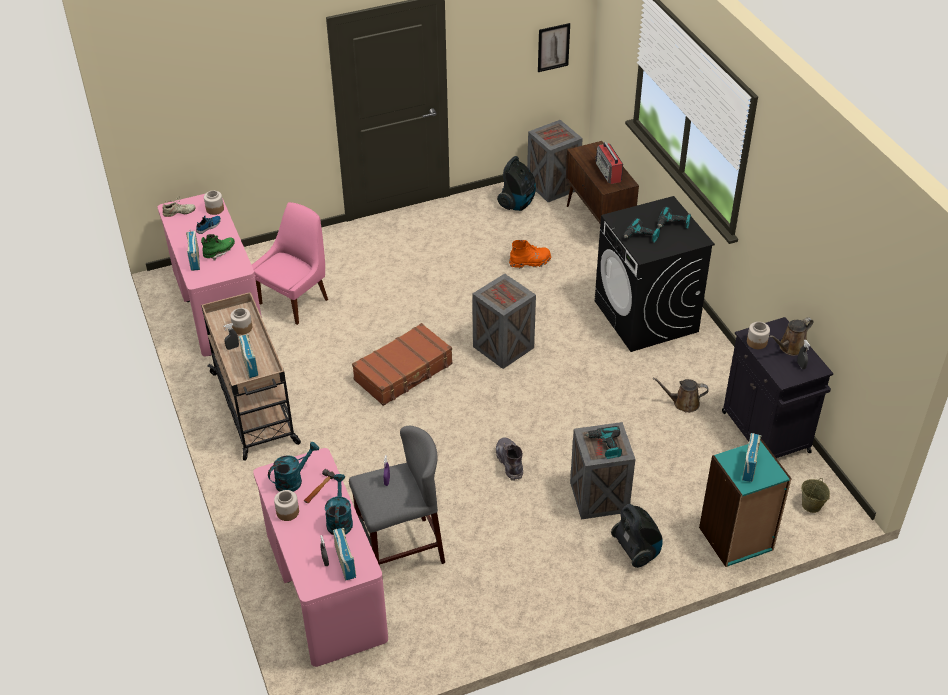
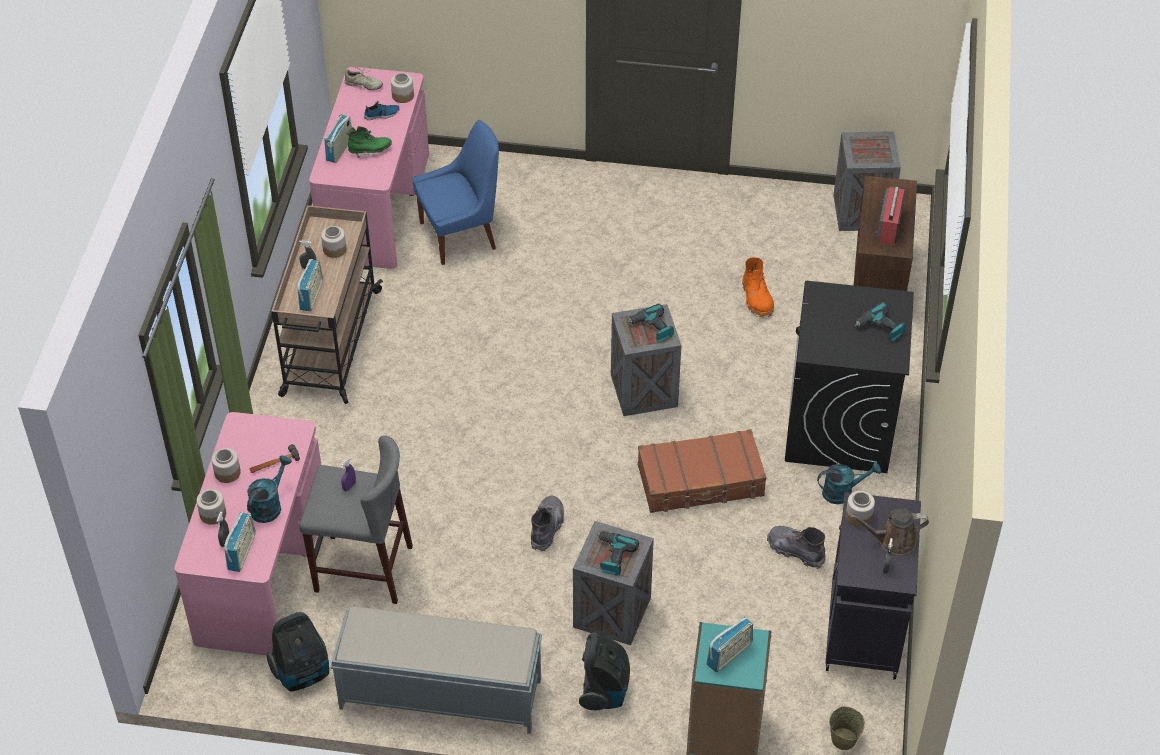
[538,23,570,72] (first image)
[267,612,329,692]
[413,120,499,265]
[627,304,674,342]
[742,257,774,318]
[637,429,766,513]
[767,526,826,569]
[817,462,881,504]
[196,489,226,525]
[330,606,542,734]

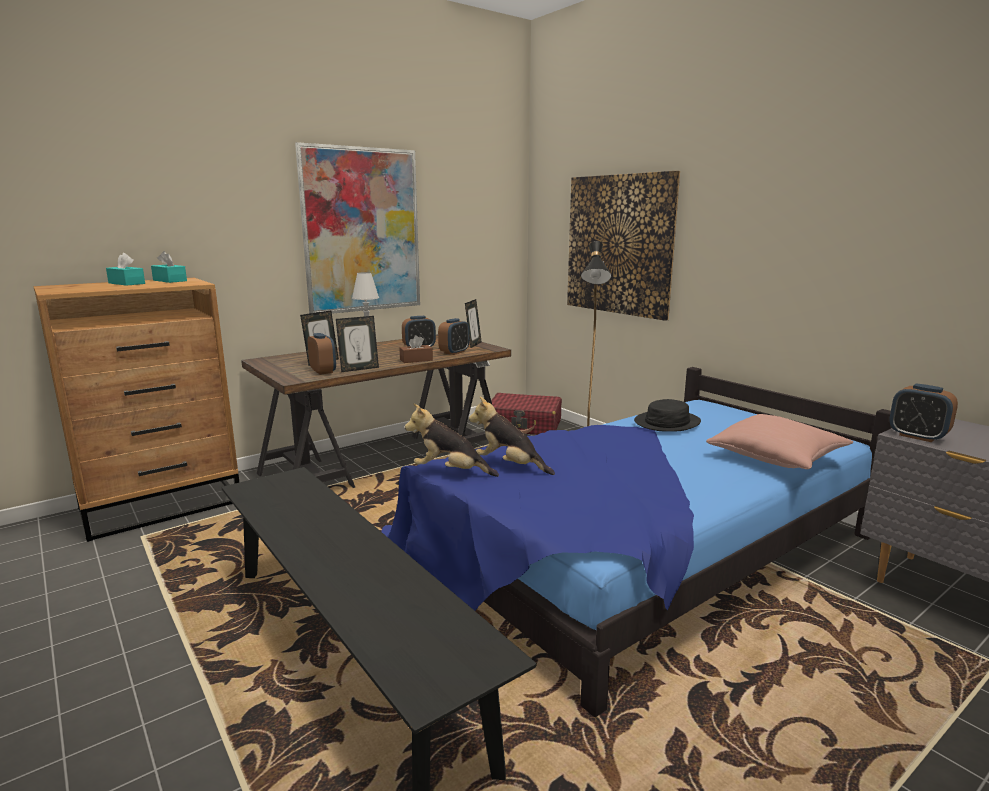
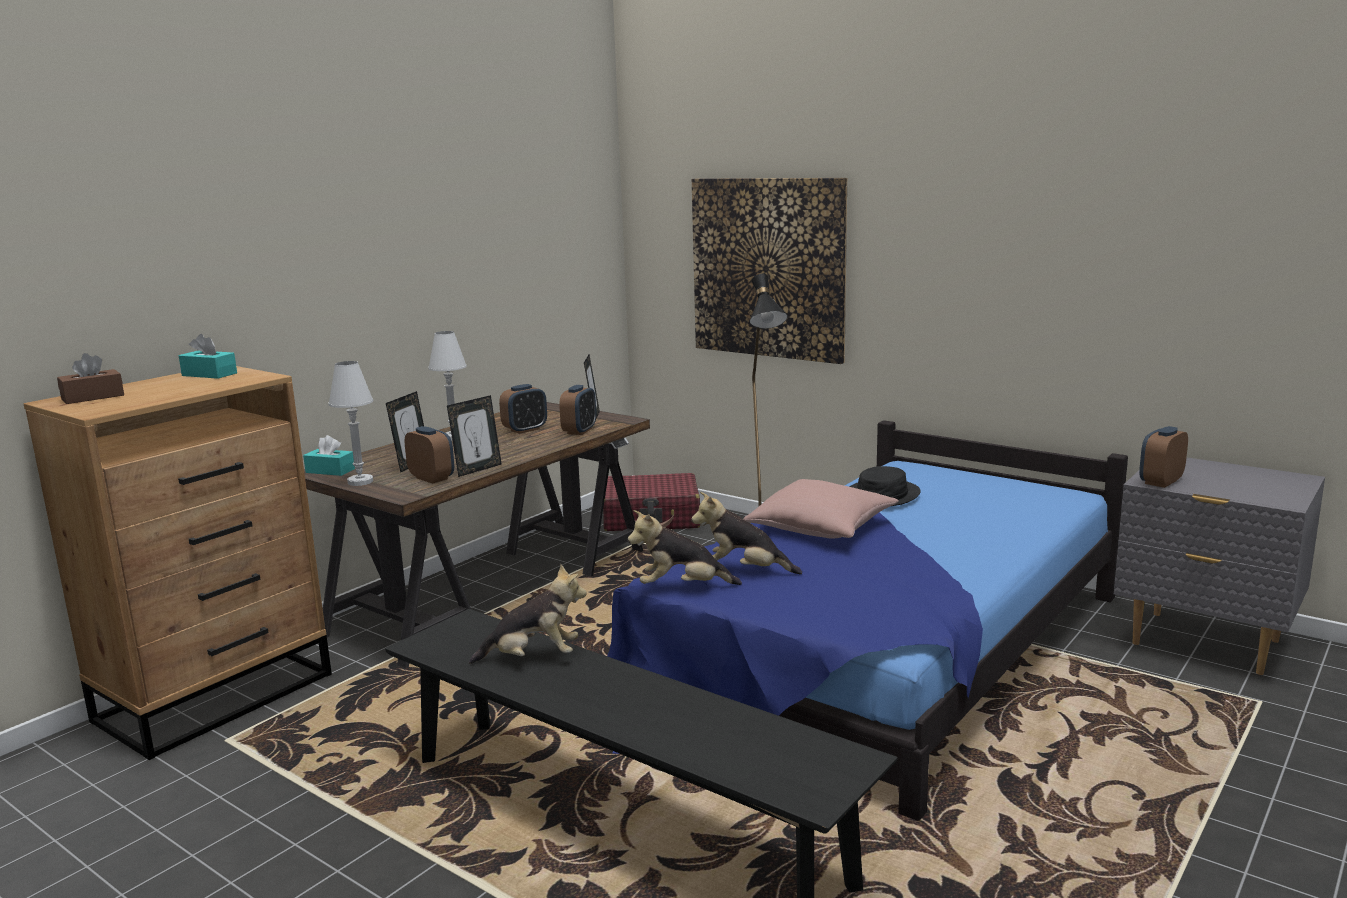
[295,142,420,314] (first image)
[303,435,355,476]
[57,353,124,404]
[1139,426,1188,488]
[743,479,899,539]
[328,361,374,486]
[469,564,587,664]

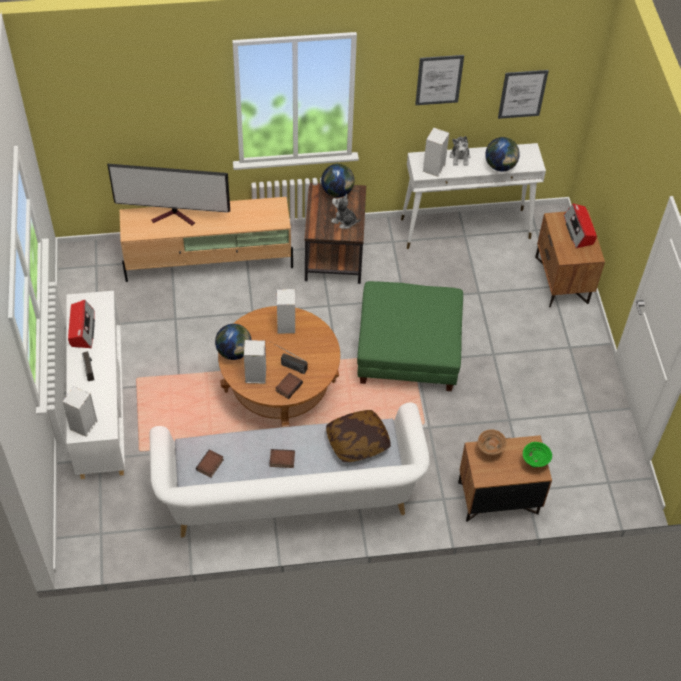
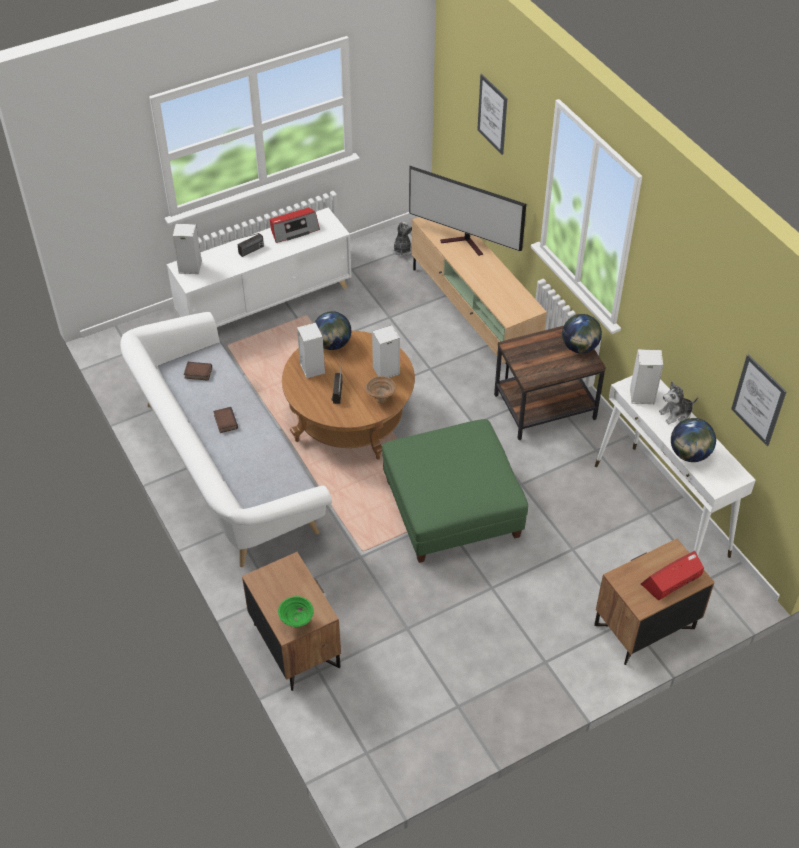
[477,74,507,155]
[409,165,526,256]
[392,222,412,256]
[276,372,303,399] (first image)
[326,410,391,462] (first image)
[365,376,396,403]

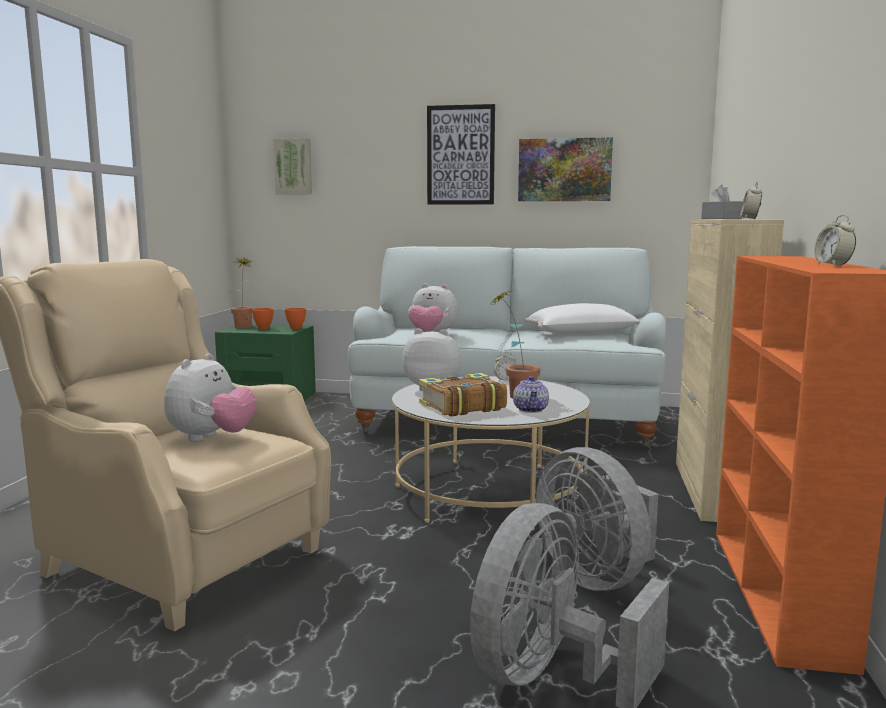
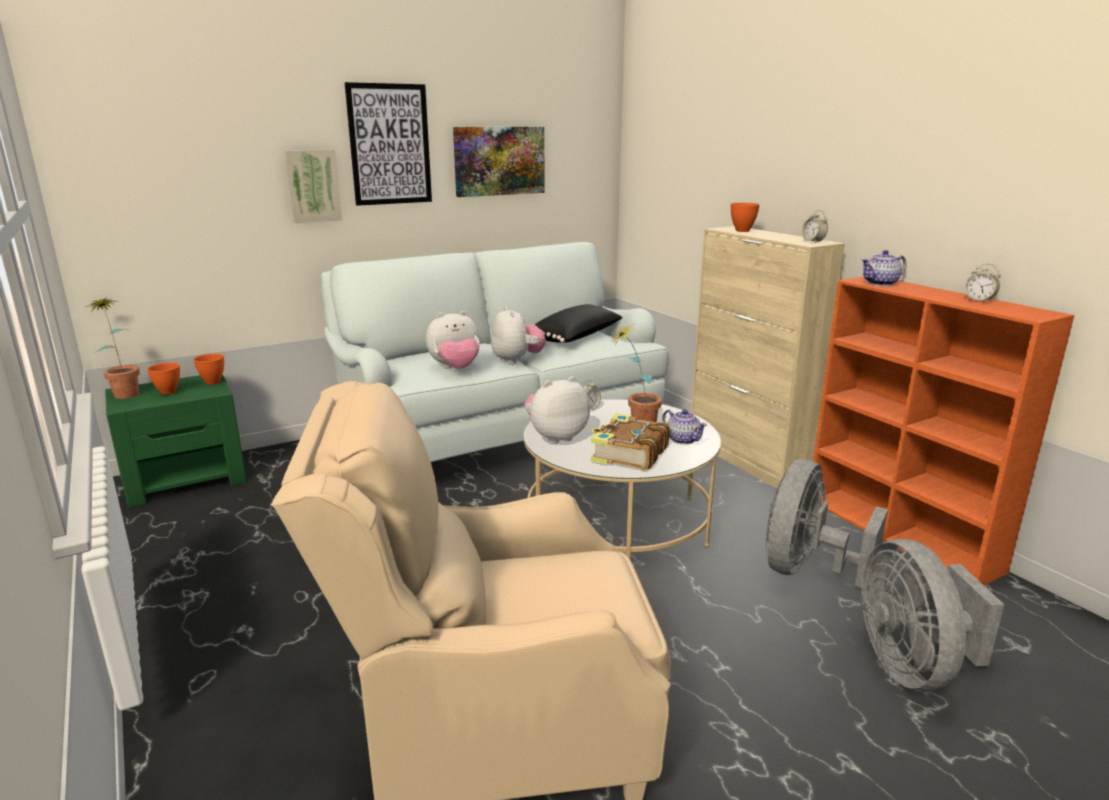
[285,149,342,223]
[731,203,760,232]
[535,304,623,343]
[491,306,546,364]
[766,459,888,588]
[861,250,906,286]

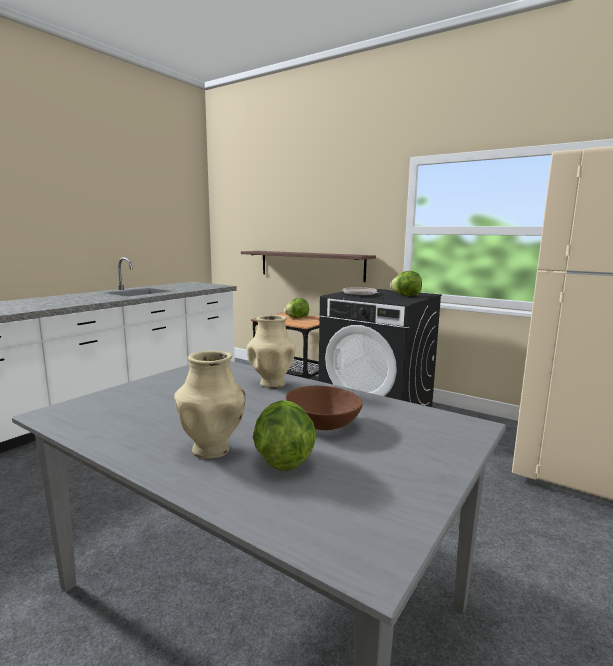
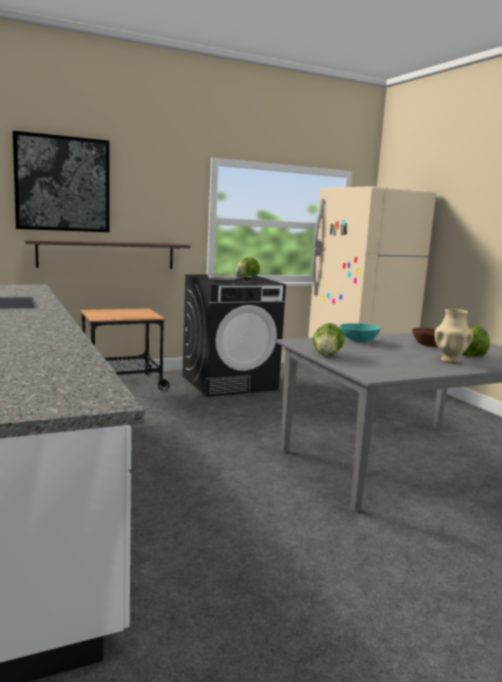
[313,323,344,356]
[340,323,381,342]
[12,131,109,232]

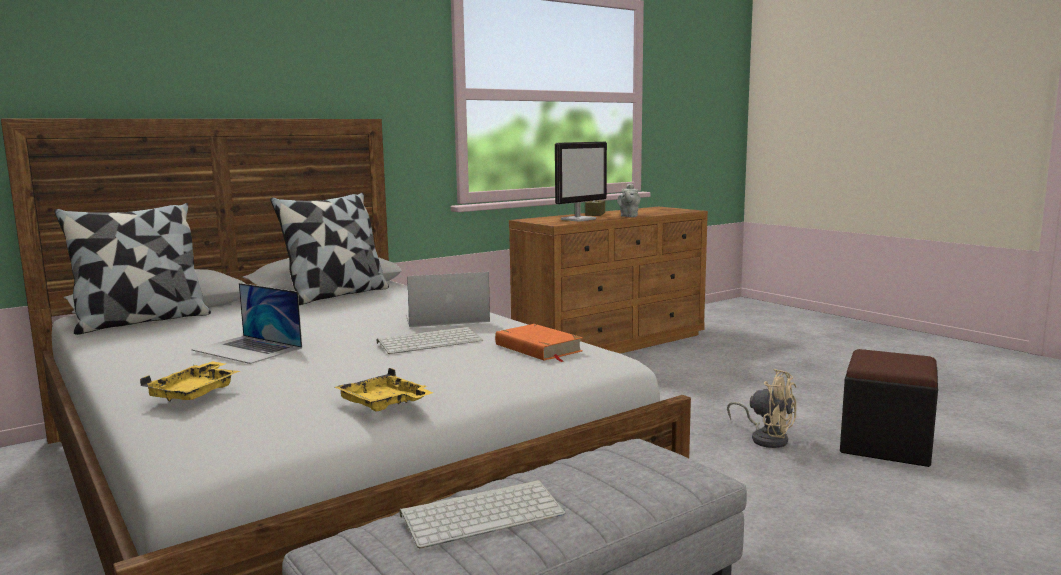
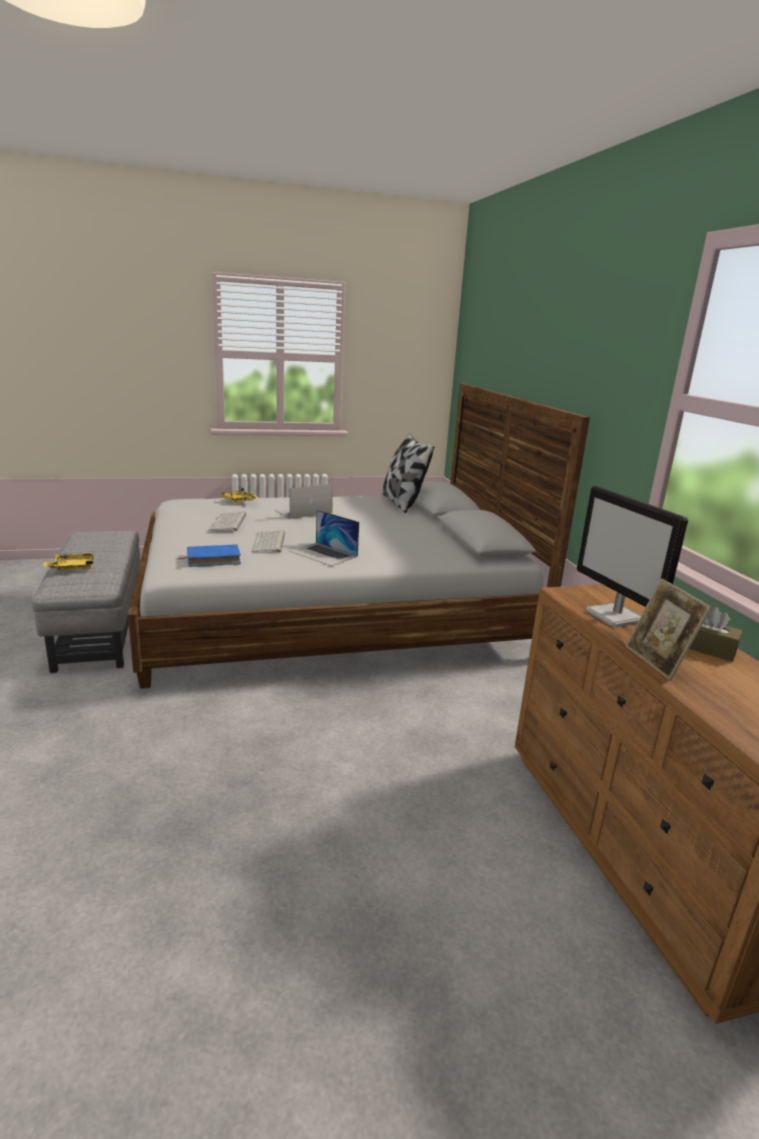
[625,578,712,680]
[270,192,389,305] (first image)
[290,510,359,566]
[179,544,241,567]
[840,349,938,467] (first image)
[43,553,93,570]
[727,369,796,448] (first image)
[210,512,246,531]

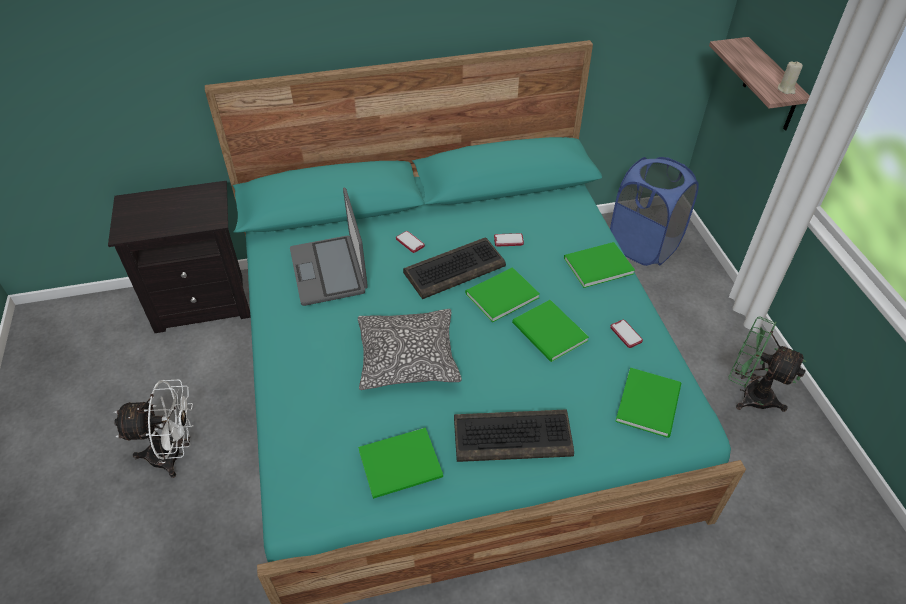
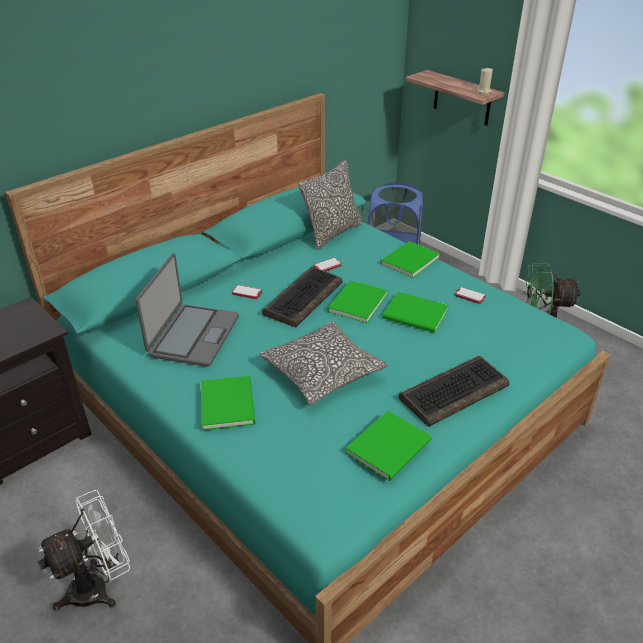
[135,253,239,367]
[200,376,255,430]
[299,160,362,250]

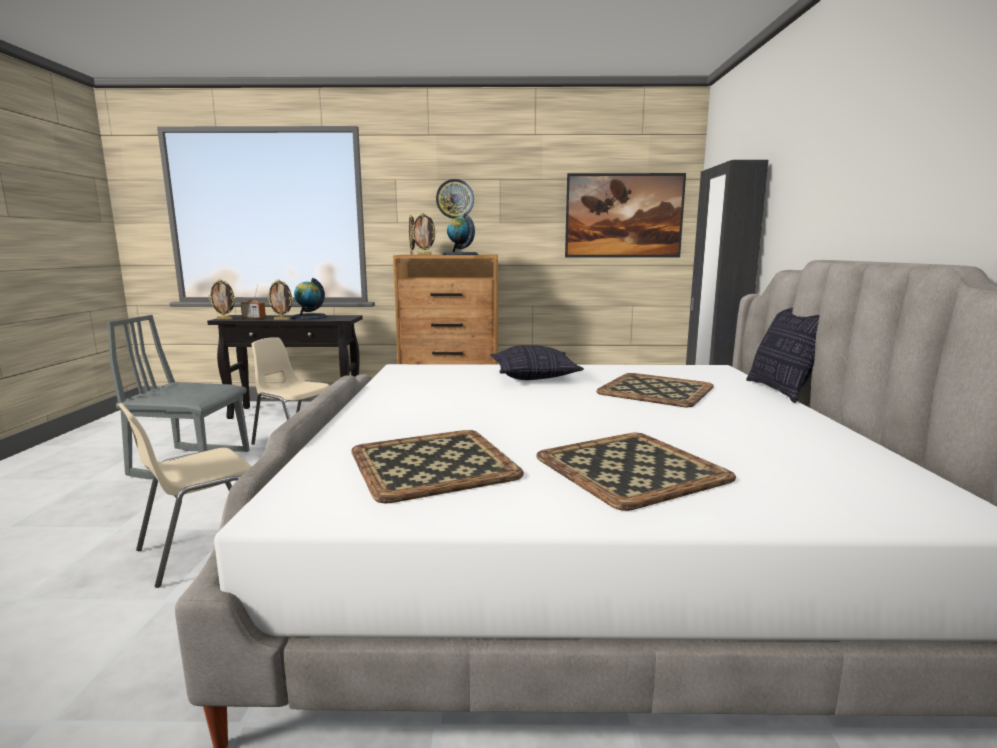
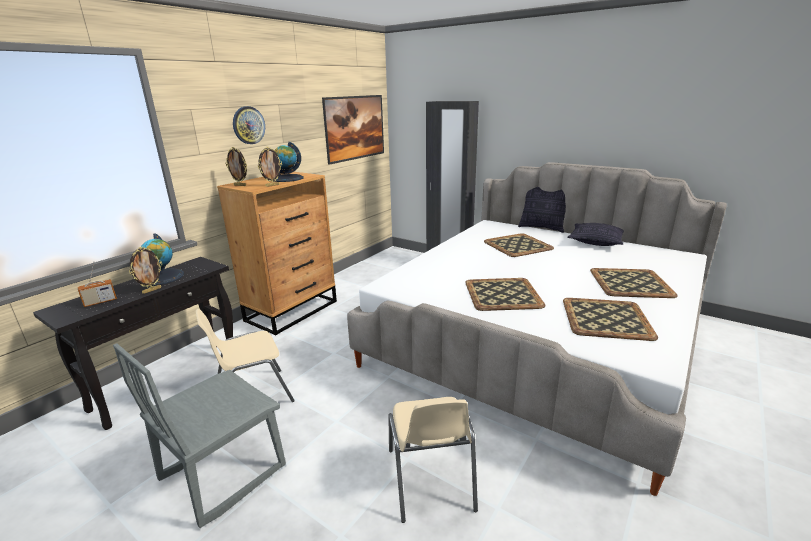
[208,279,235,320] (first image)
[567,223,624,246]
[465,278,545,311]

